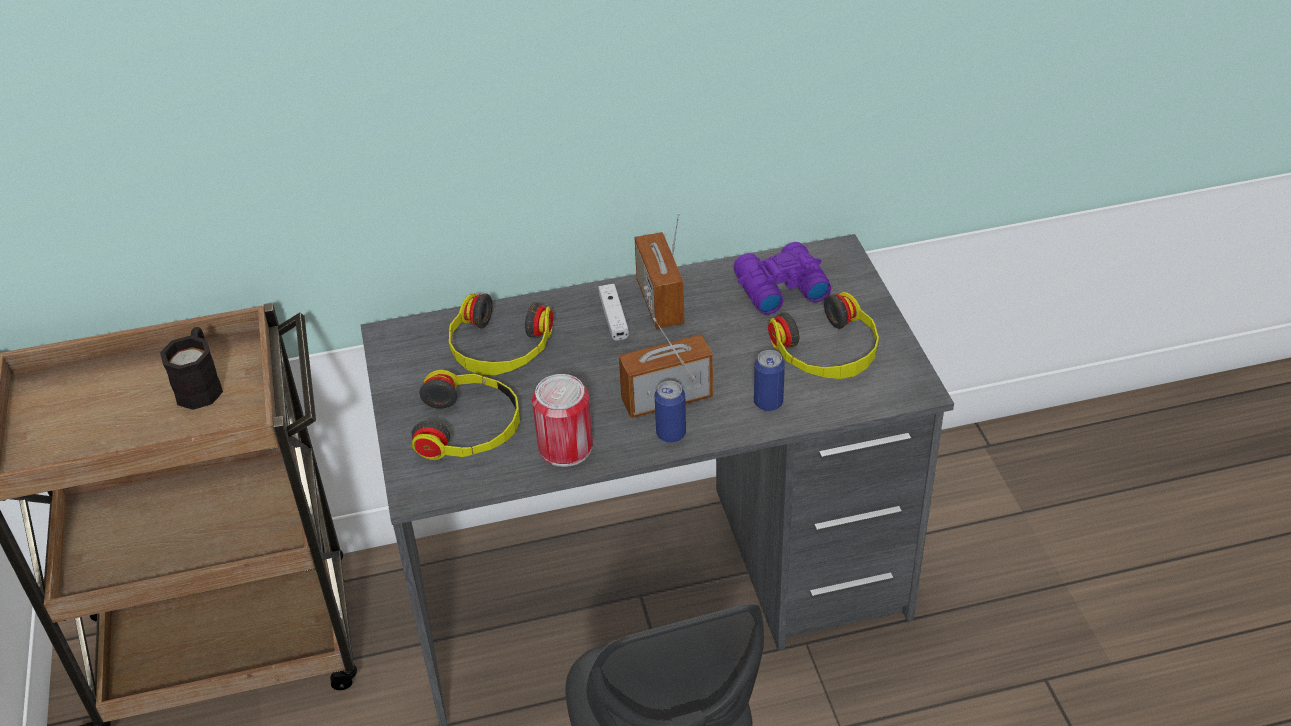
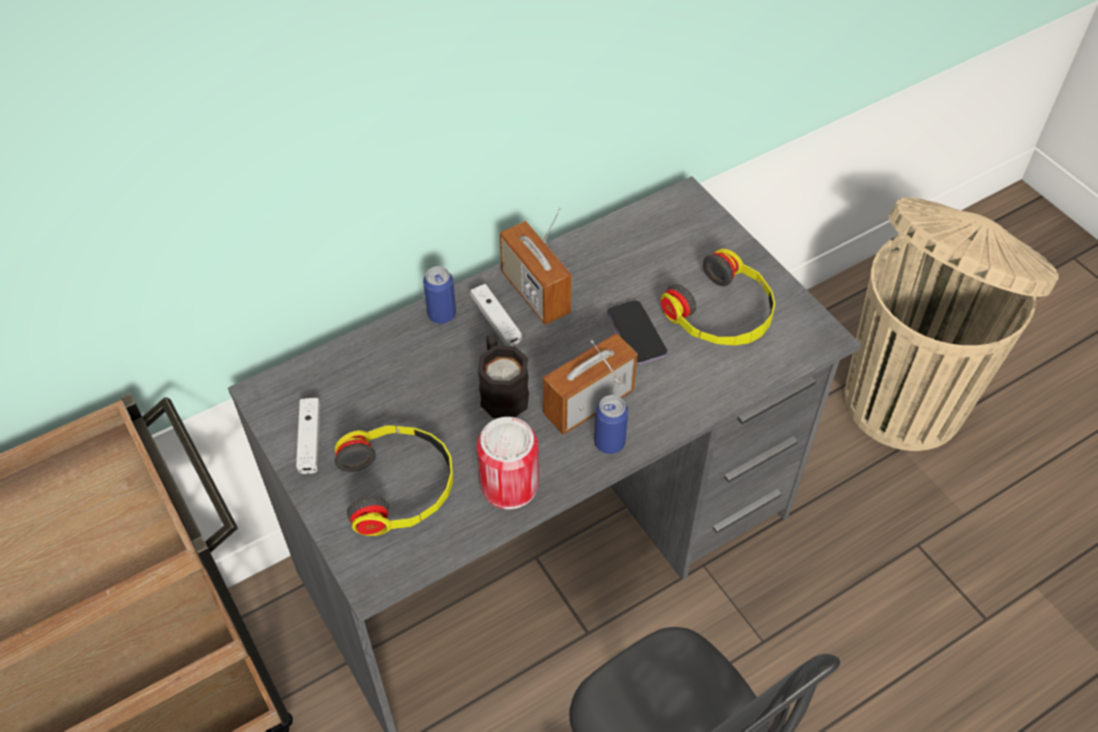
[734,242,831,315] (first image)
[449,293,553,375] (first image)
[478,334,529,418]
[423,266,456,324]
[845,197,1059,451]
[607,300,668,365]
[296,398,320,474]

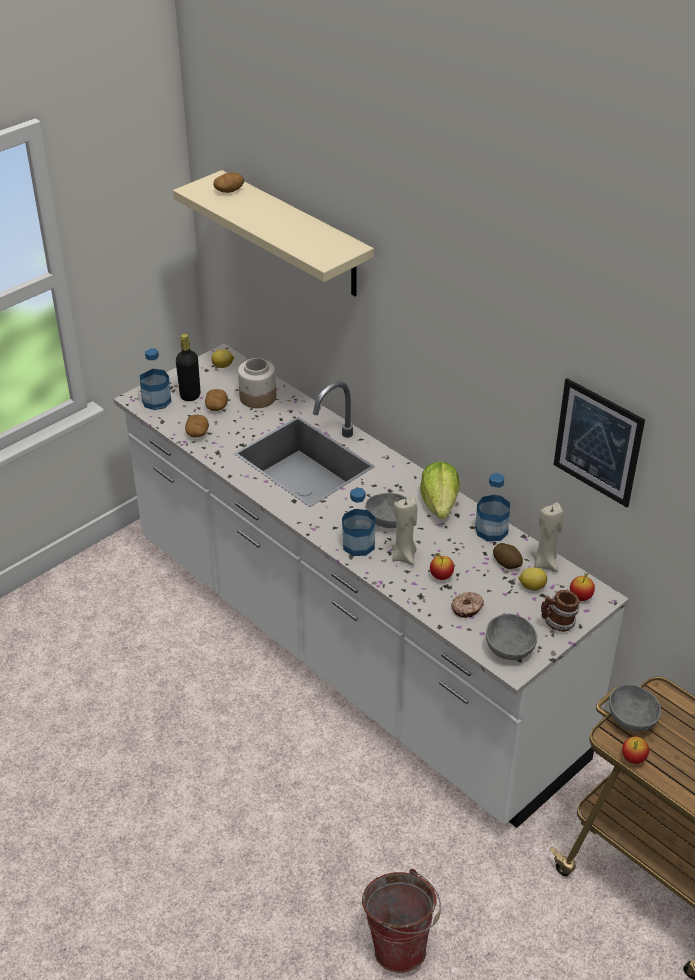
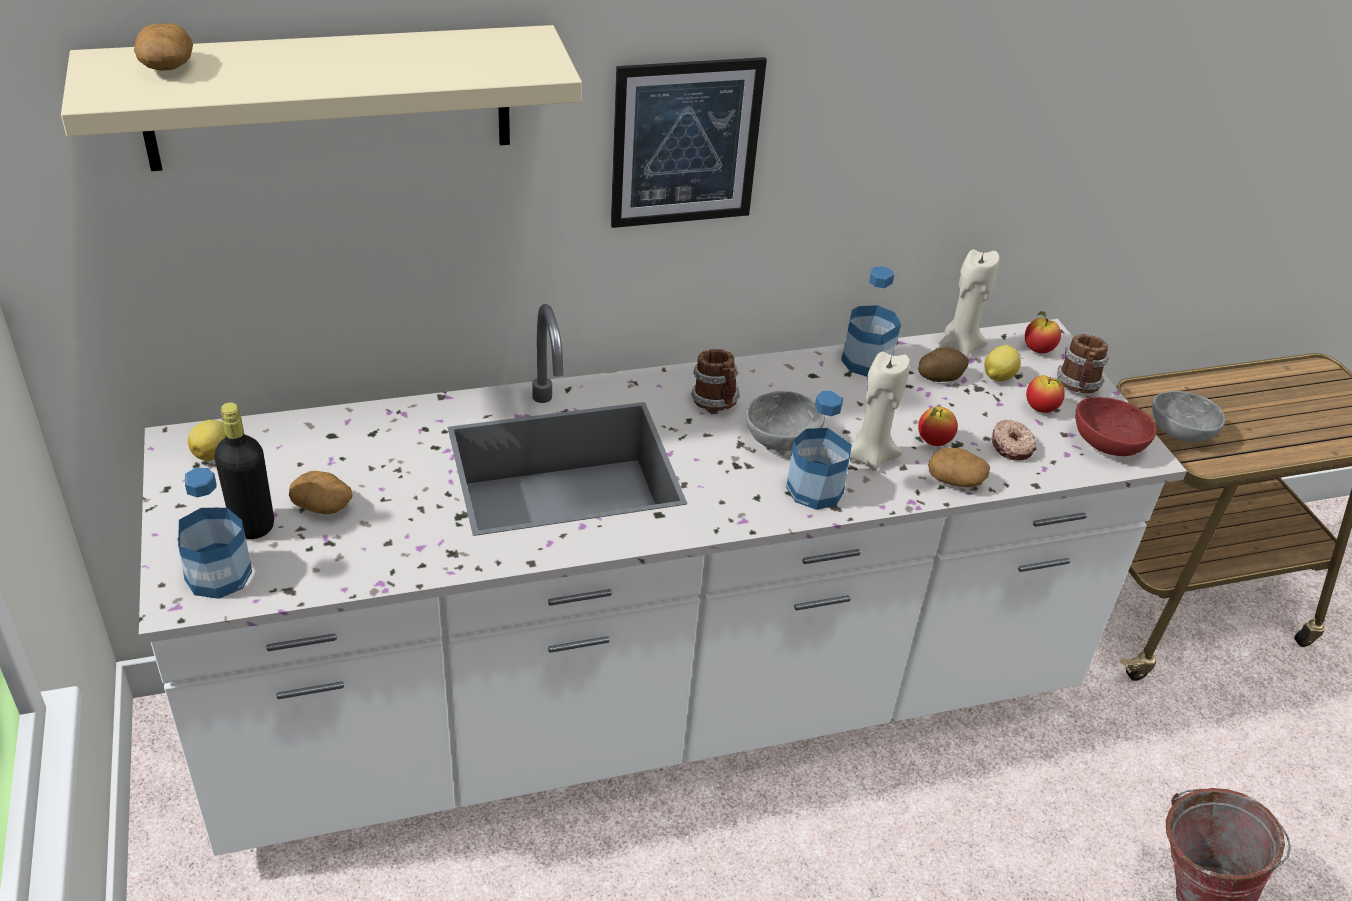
[238,358,276,408] (first image)
[611,57,767,228]
[928,447,990,487]
[420,461,460,519] (first image)
[1076,397,1157,456]
[1026,375,1065,413]
[691,349,740,411]

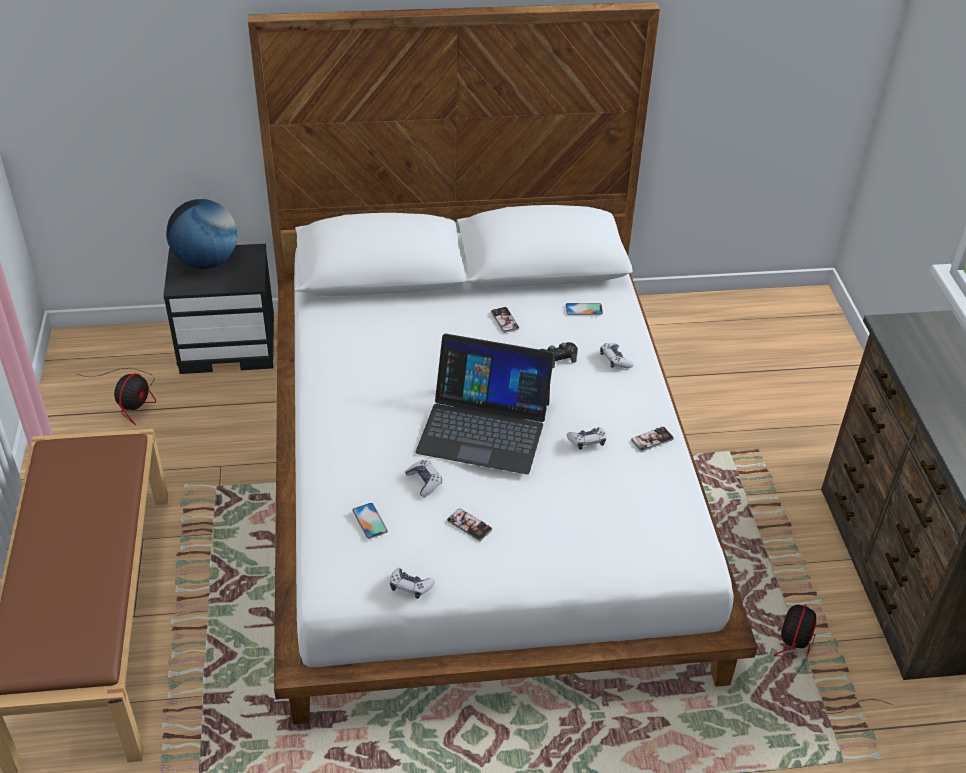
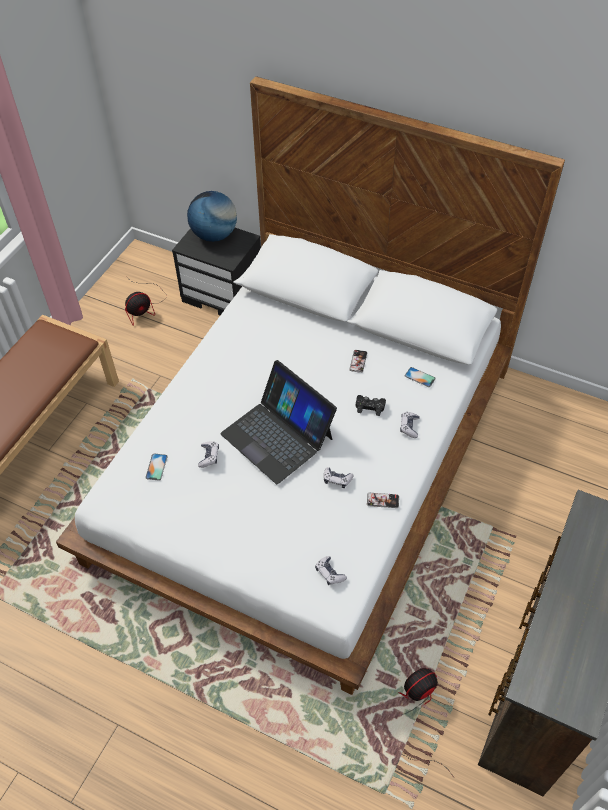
[447,509,492,541] (first image)
[315,556,347,585]

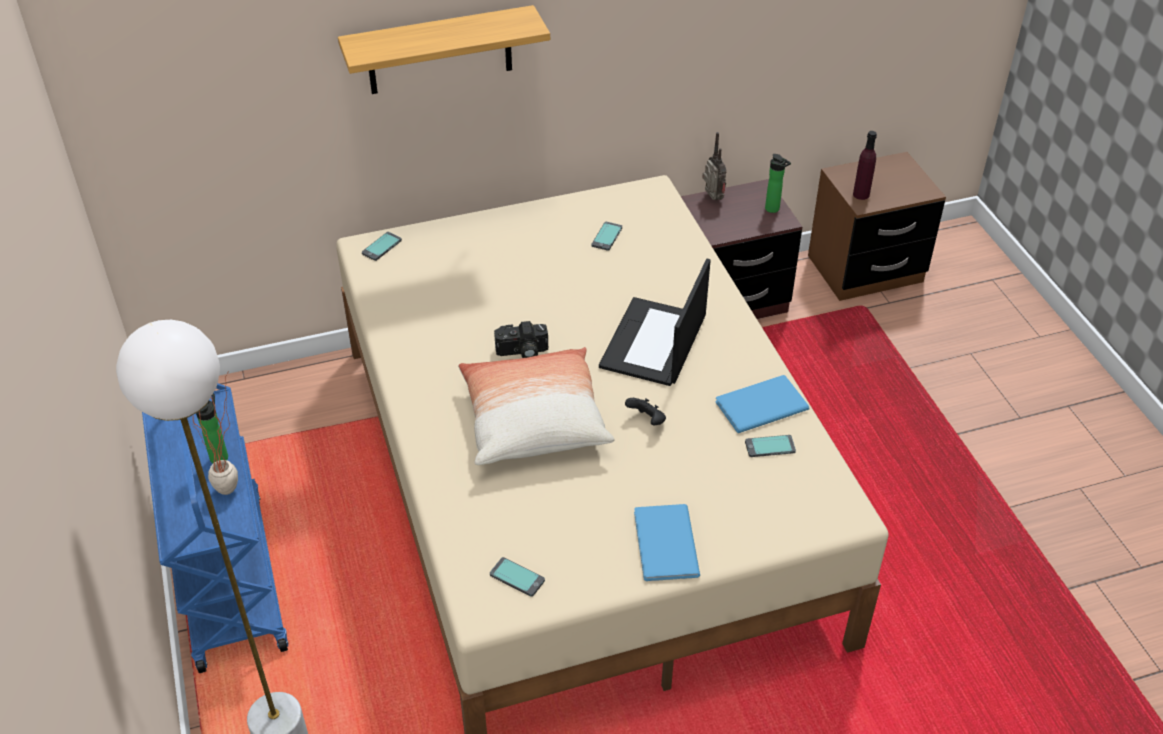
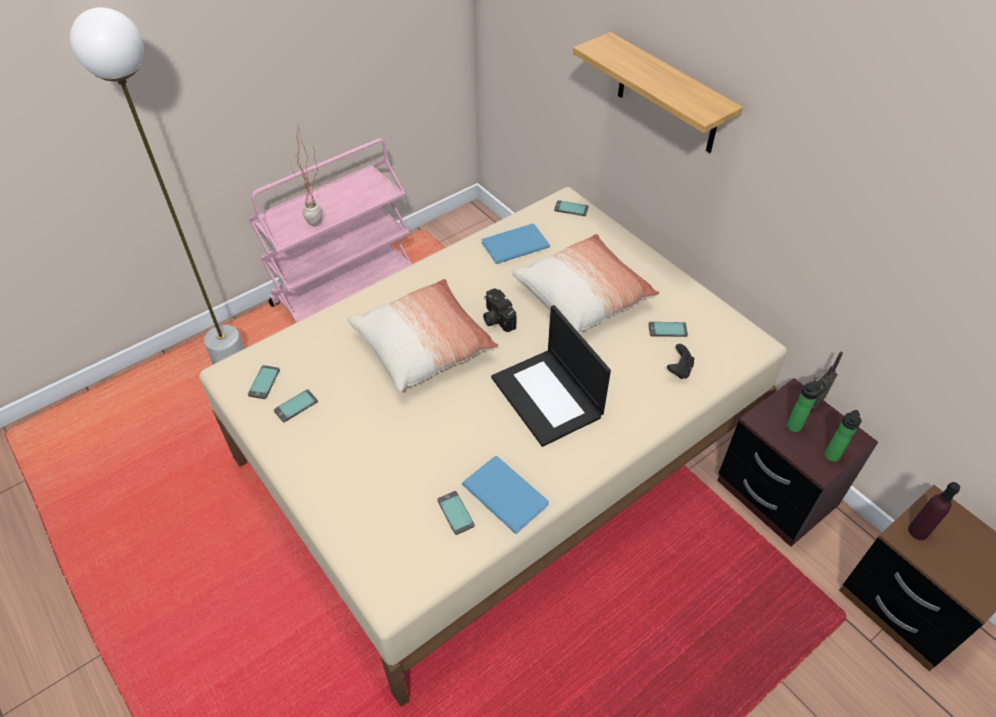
[491,305,611,447]
[249,139,412,323]
[787,380,828,432]
[667,344,695,379]
[482,223,550,264]
[512,234,659,333]
[274,389,318,422]

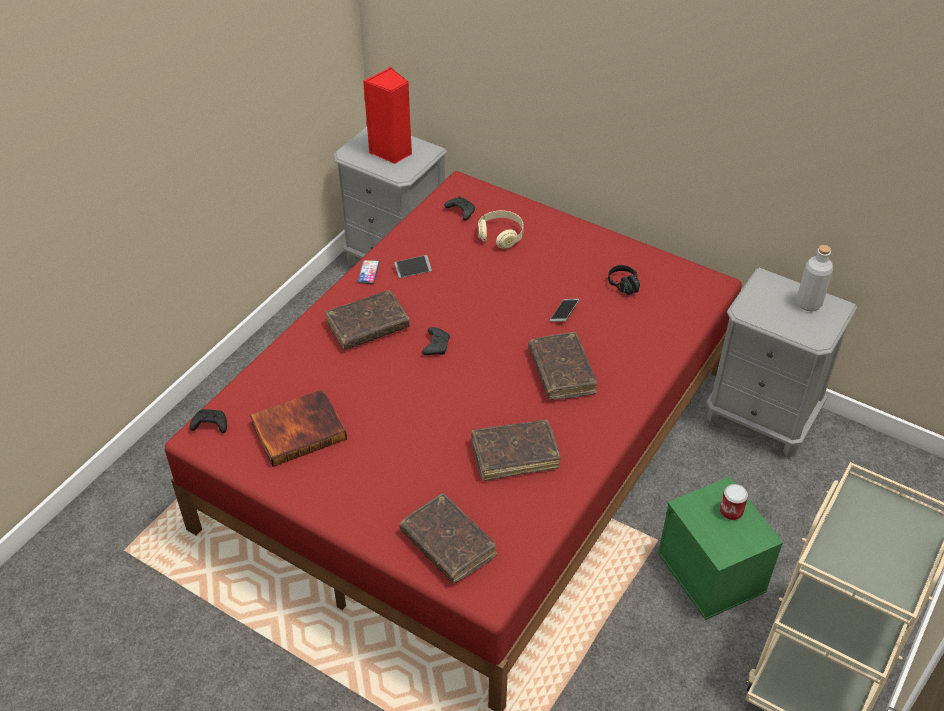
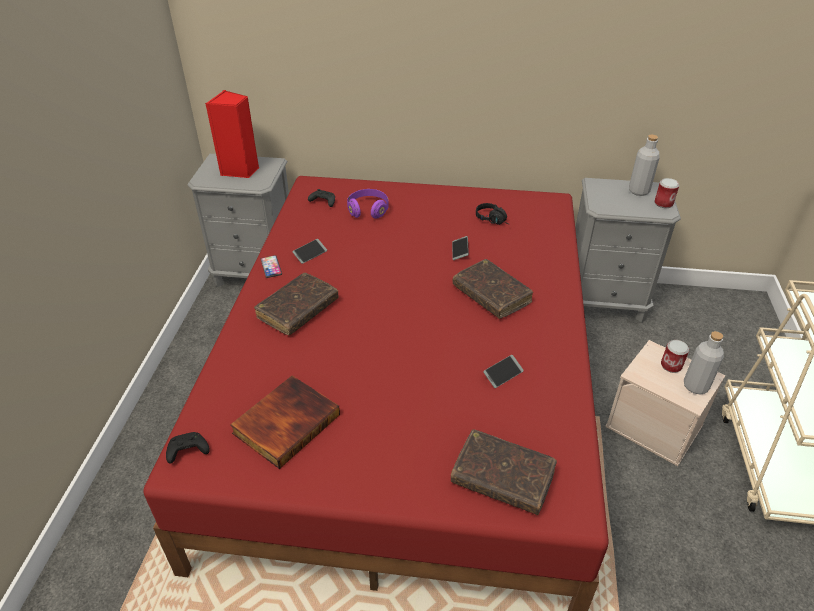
[347,189,389,219]
[422,327,450,355] (first image)
[483,355,524,388]
[605,340,725,466]
[655,178,679,208]
[684,331,724,395]

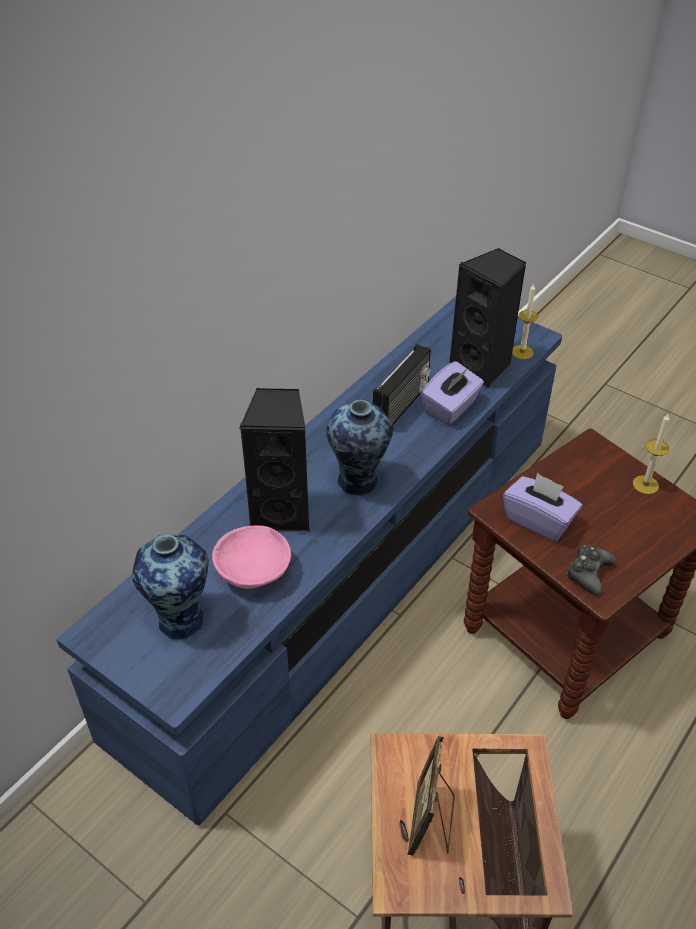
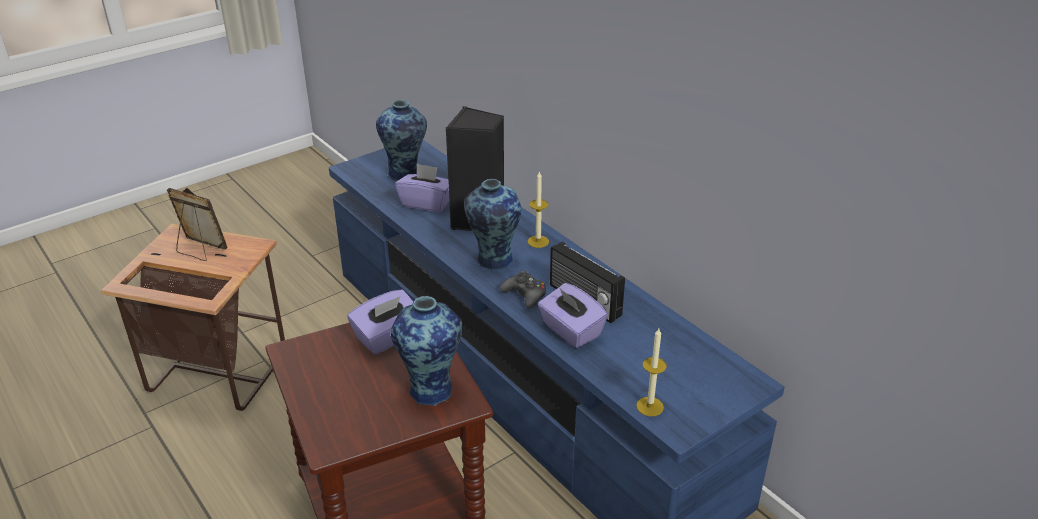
[450,248,527,388] (first image)
[528,172,549,248]
[395,164,449,212]
[500,270,546,308]
[391,296,463,406]

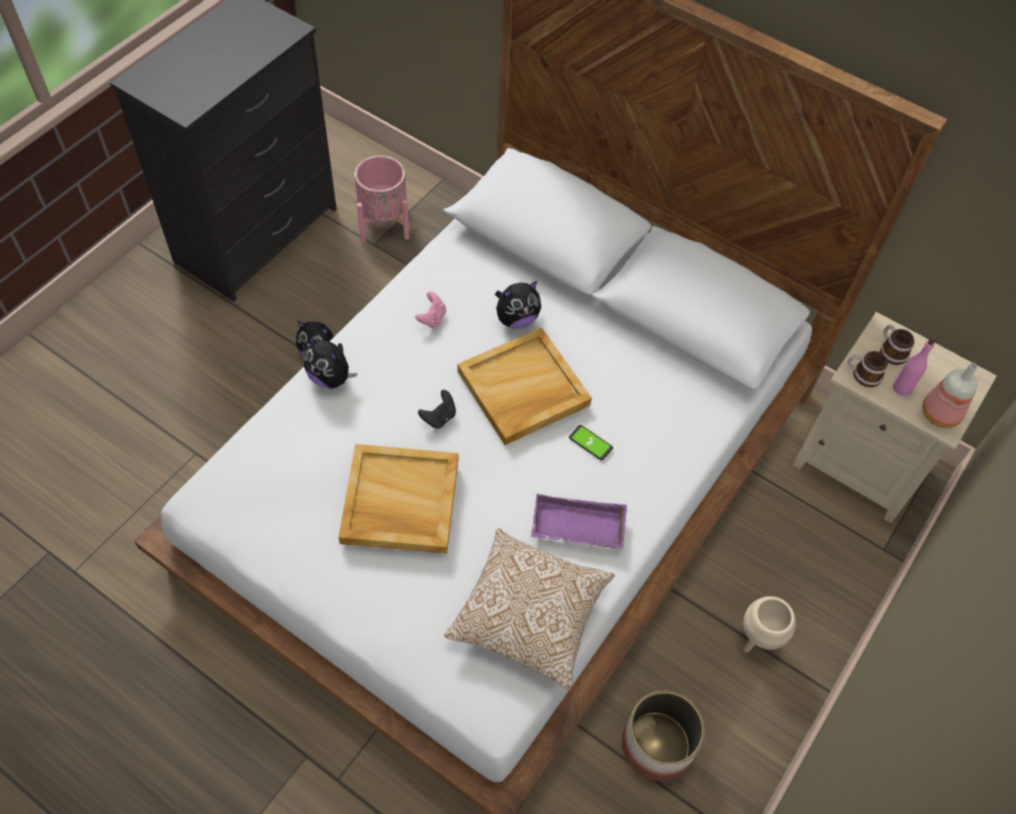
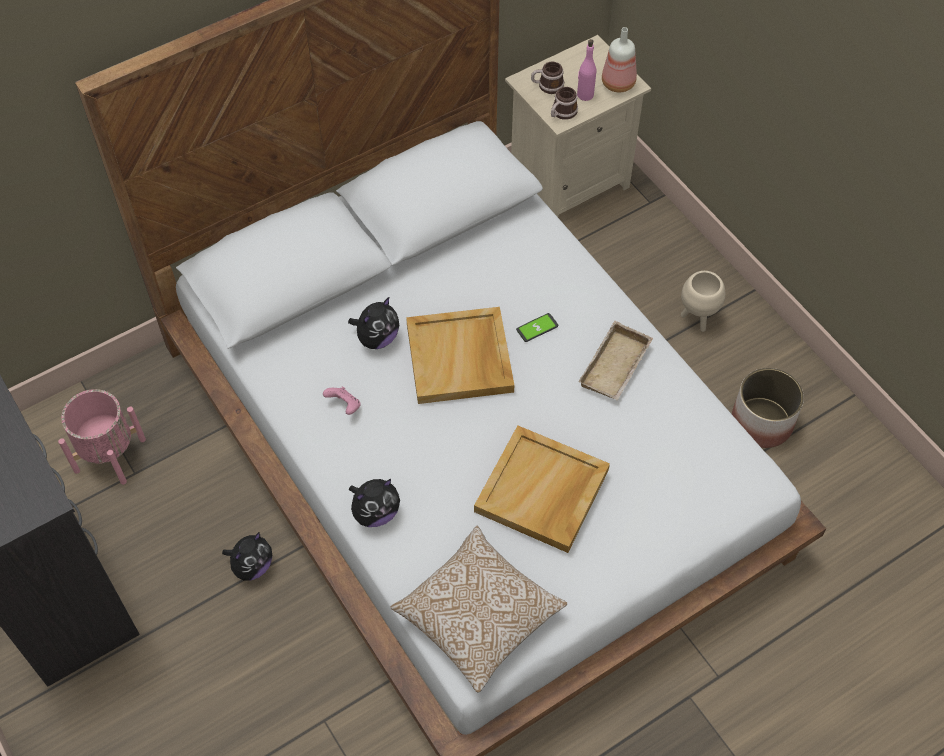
[348,297,399,349]
[418,390,456,429] (first image)
[578,321,653,400]
[391,526,567,693]

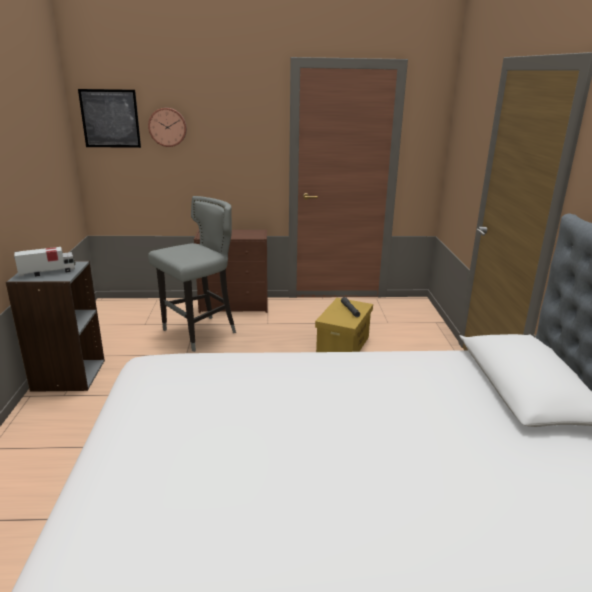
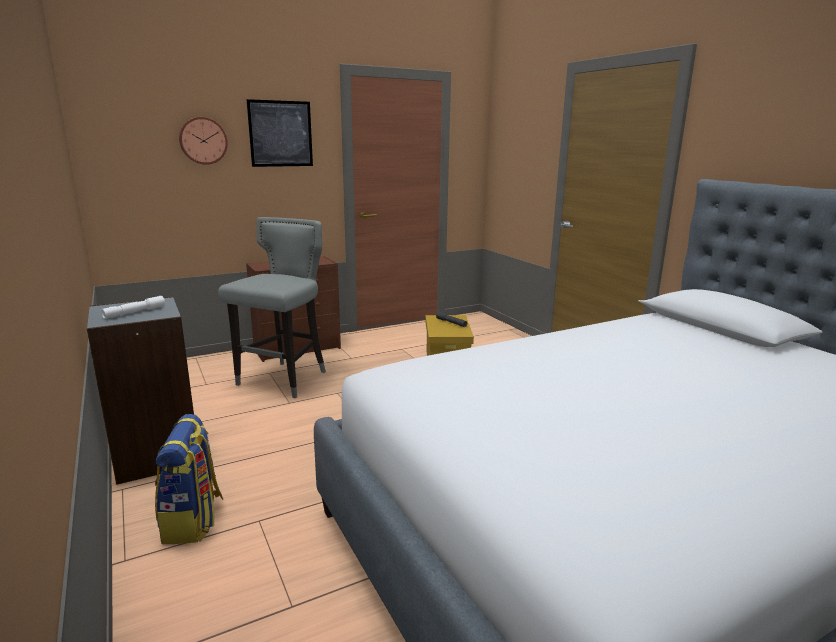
[246,99,313,167]
[101,296,165,319]
[155,414,223,544]

